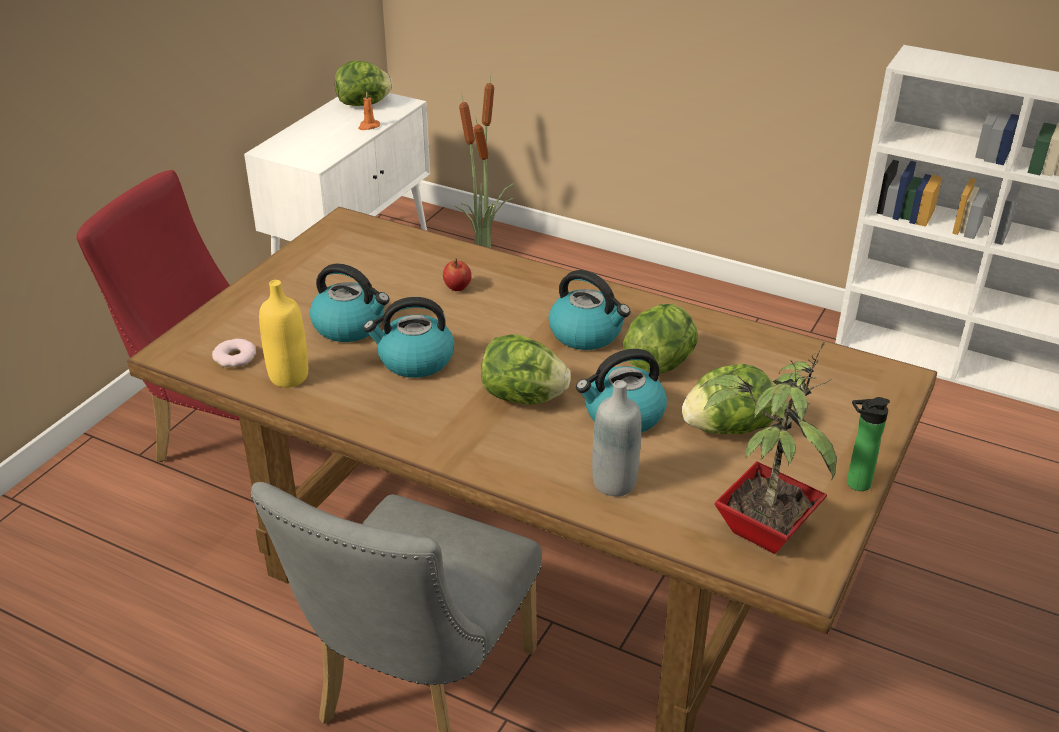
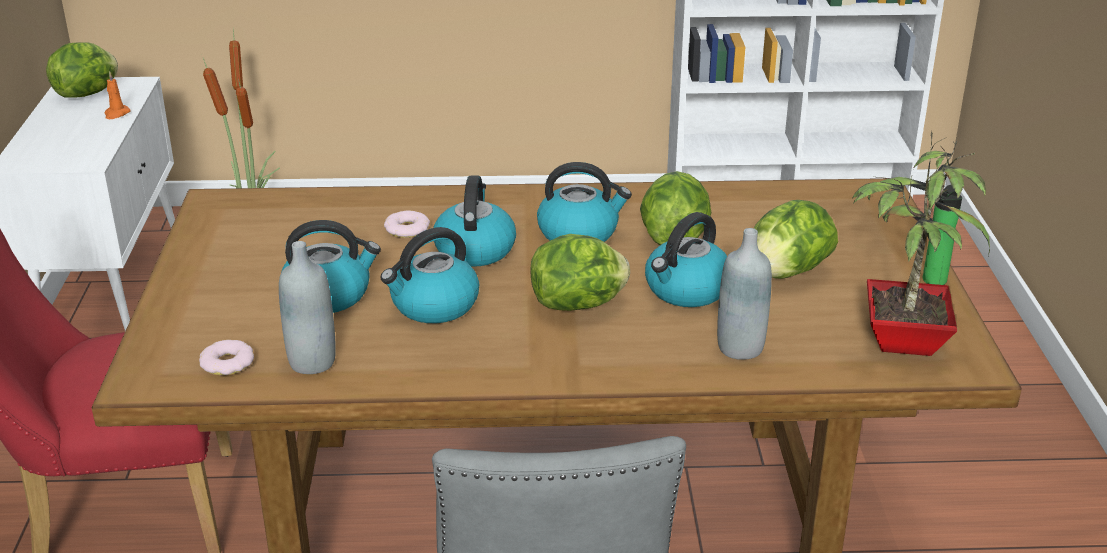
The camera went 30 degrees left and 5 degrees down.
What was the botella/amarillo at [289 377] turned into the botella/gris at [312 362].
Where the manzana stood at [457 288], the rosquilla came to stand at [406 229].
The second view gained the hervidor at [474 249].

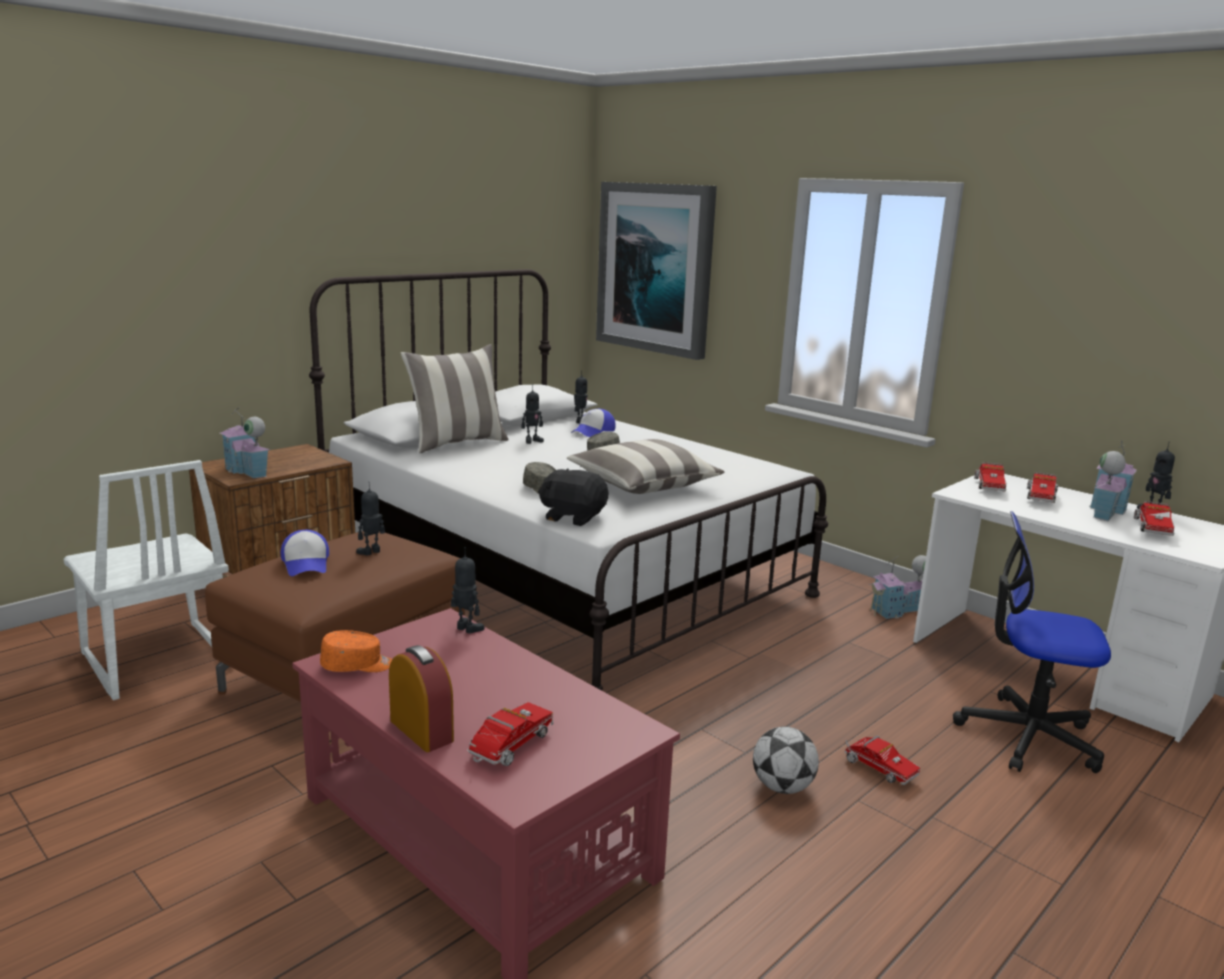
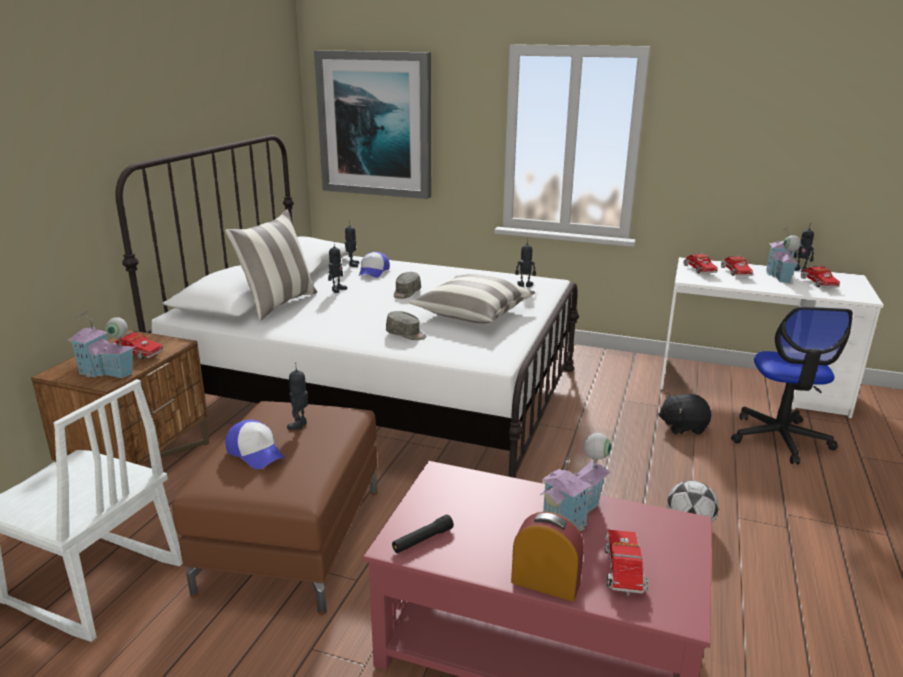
The camera went 25 degrees left and 5 degrees up.
Where the gorra/naranja stood at [357 666], the linterna/negro came to stand at [422 540].
The robot de juguete ended up elsewhere, having gone from [466 629] to [524 286].
The peluche/negro ended up elsewhere, having gone from [573 517] to [682 427].
The camión de juguete ended up elsewhere, having gone from [876 768] to [135 354].
The casita ended up elsewhere, having gone from [896 611] to [574 515].
The silla de oficina at [1027 736] ended up facing another way, 75 degrees counterclockwise from before.

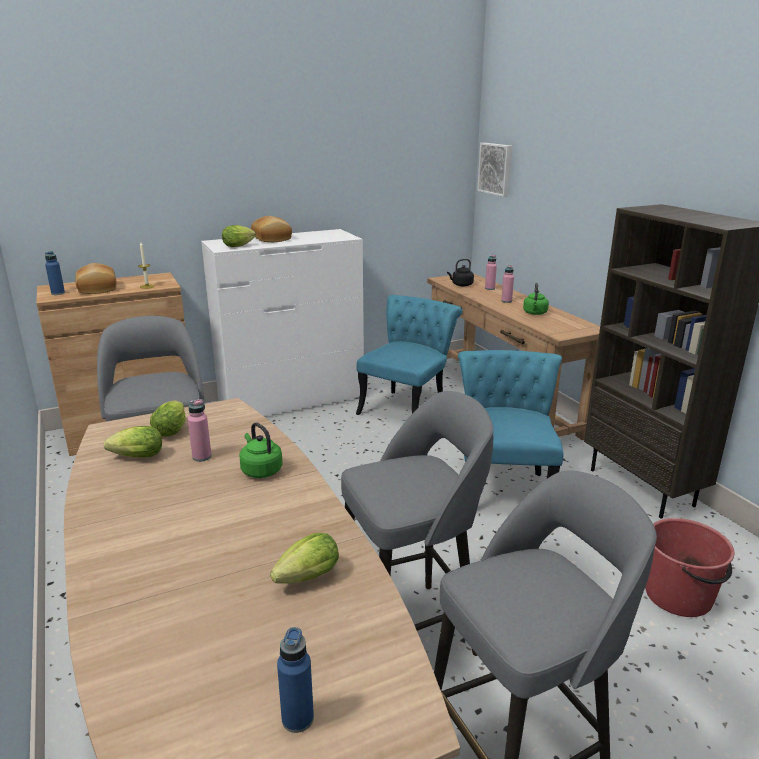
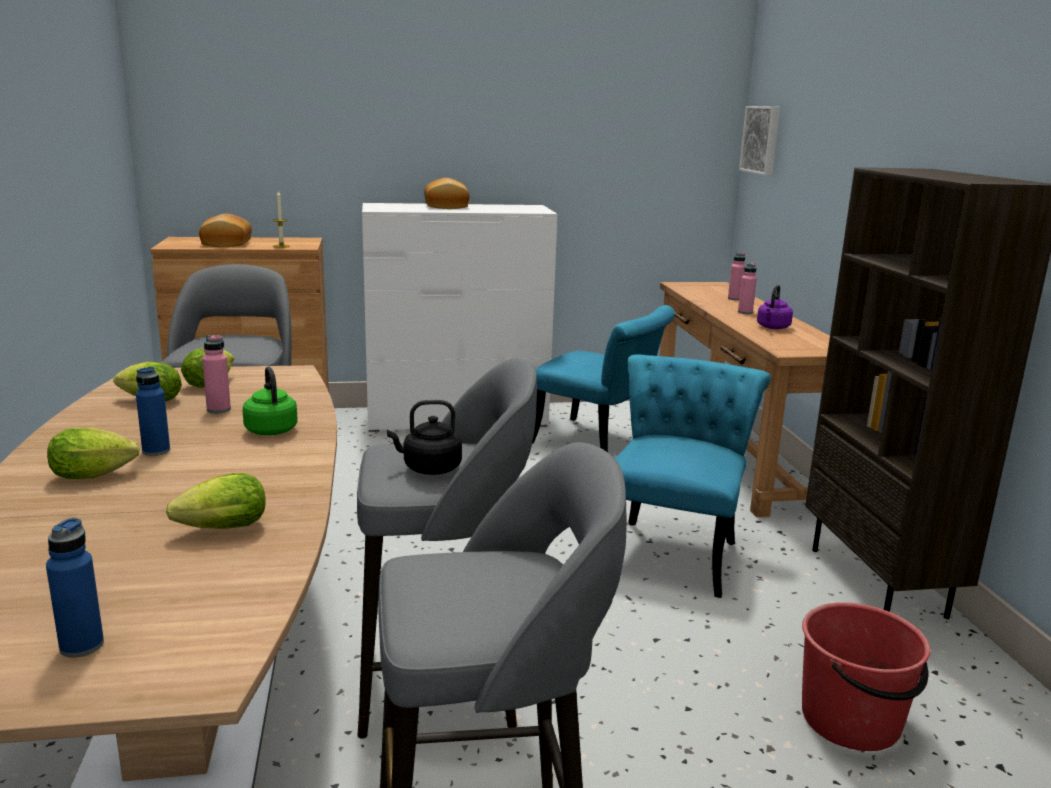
The camera went 15 degrees right and 5 degrees down.
The botella/azul ended up elsewhere, having gone from [58 293] to [156 451].
The lechuga ended up elsewhere, having gone from [240 246] to [97 475].
The silla/turquesa at [407 406] ended up facing another way, 75 degrees clockwise from before.
The hervidor/negro ended up elsewhere, having gone from [461 285] to [429 468].
What was the hervidor/verde at [535 313] turned into the hervidor/morado at [772 327].

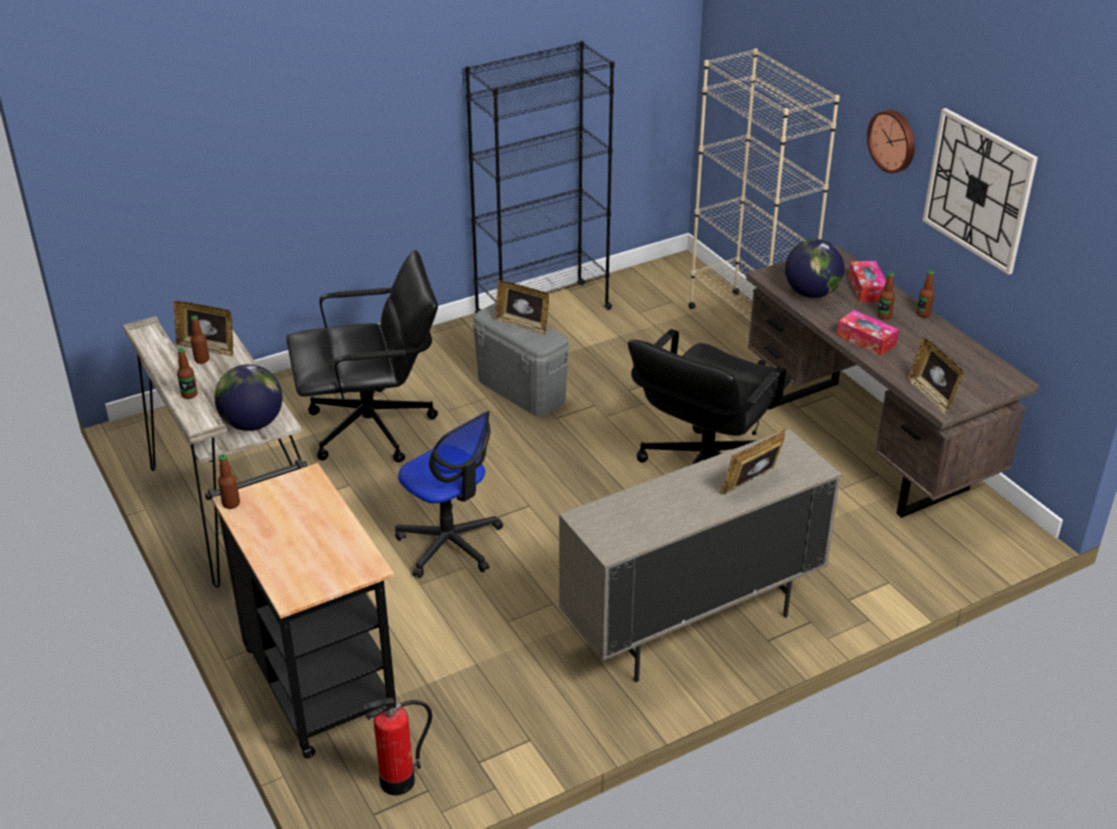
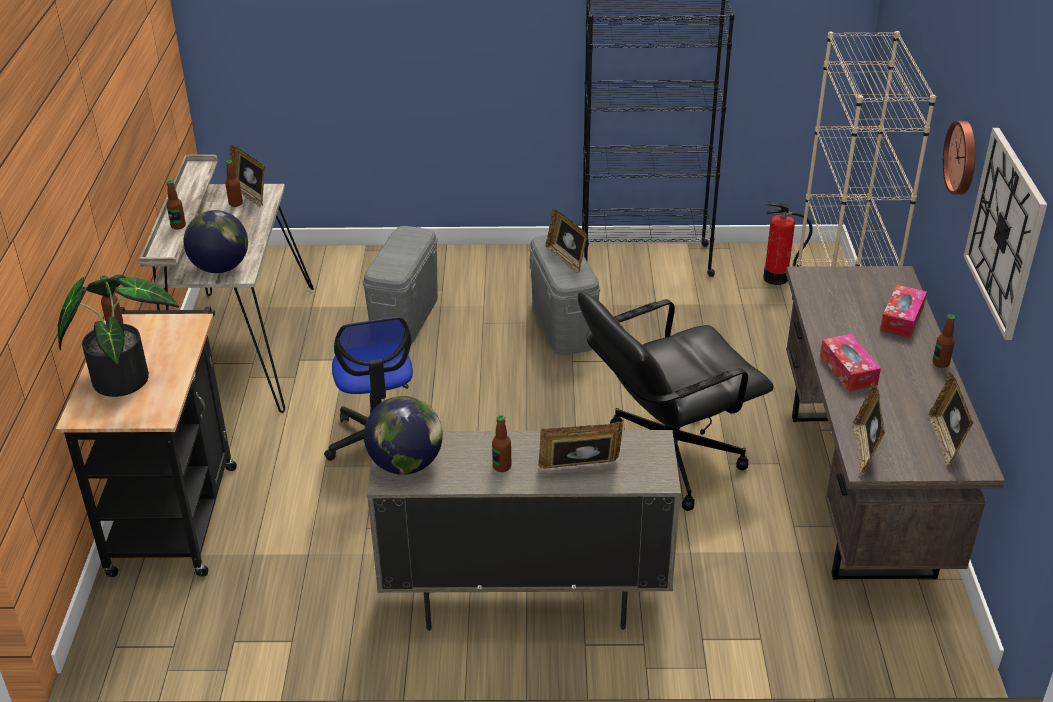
The camera went 30 degrees right and 0 degrees up.
Where the silla de oficina/negro stood at [372 429], the caja de almacenaje/gris came to stand at [405 318].
The extintor ended up elsewhere, having gone from [398 781] to [776 278].
The globo terráqueo ended up elsewhere, having gone from [811 293] to [406 464].
The botella ended up elsewhere, having gone from [884 316] to [502 466].
The second view gained the planta en maceta at [125 376].
The second view gained the portarretratos at [945 441].

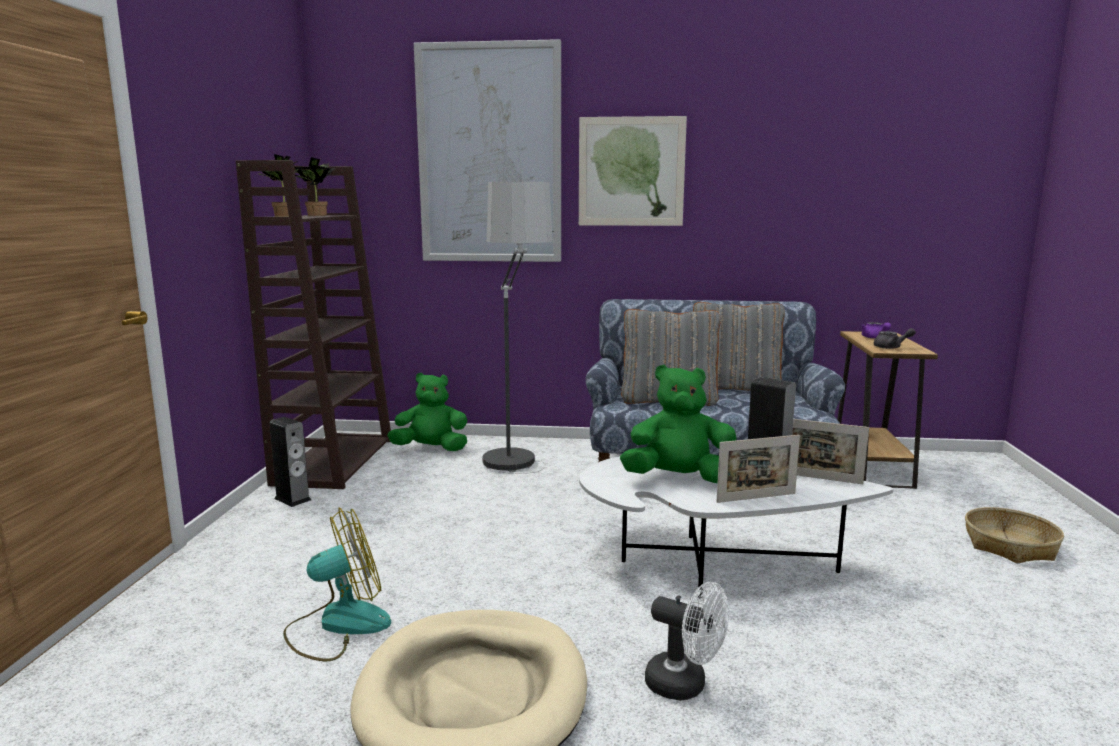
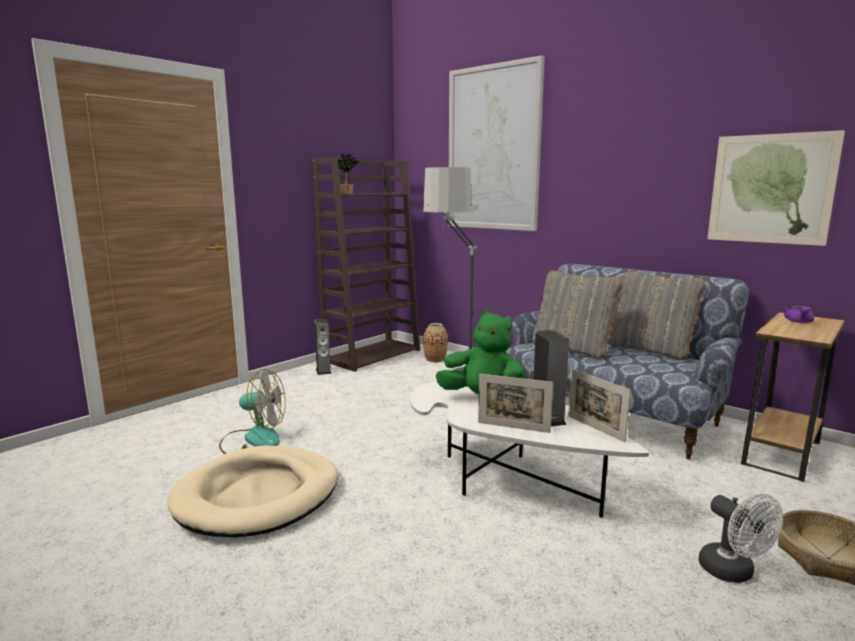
The camera went 35 degrees right and 0 degrees up.
The second view lost the planta en maceta at [317 215].
Where the peluche/verde stood at [431 449], the florero came to stand at [435 359].
The cuadro ended up elsewhere, having gone from [631 172] to [770 189].
The ventilador/blanco ended up elsewhere, having gone from [685 685] to [733 573].
The second view lost the tetera/gris at [891 347].

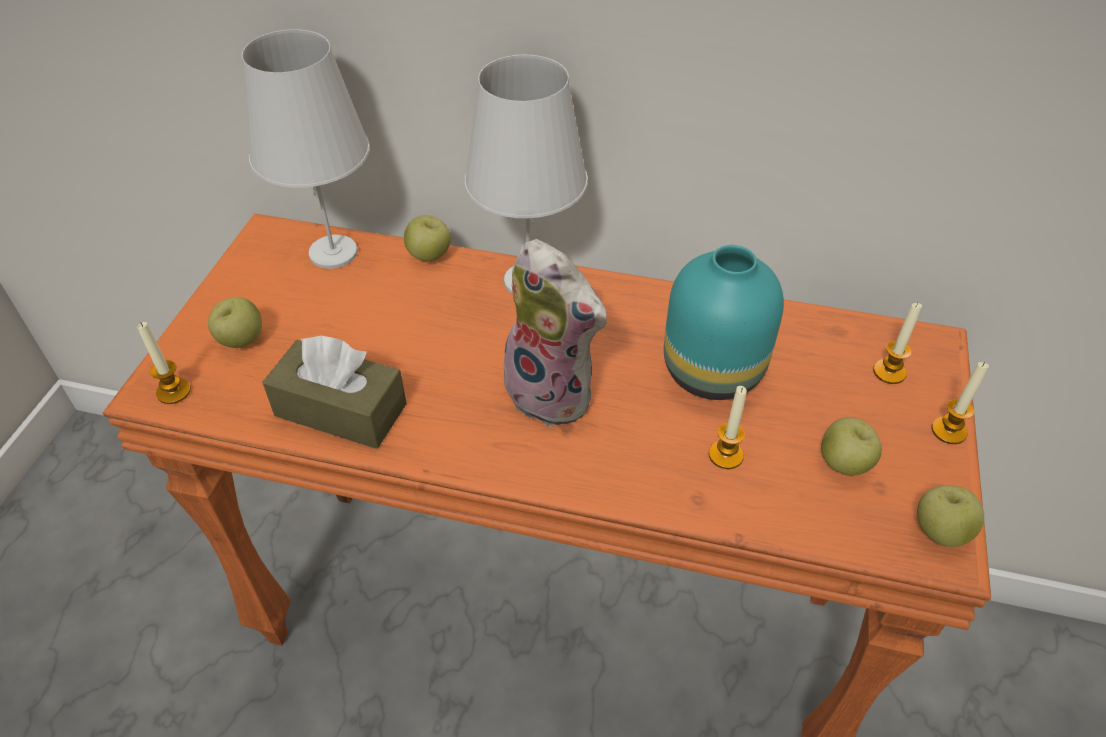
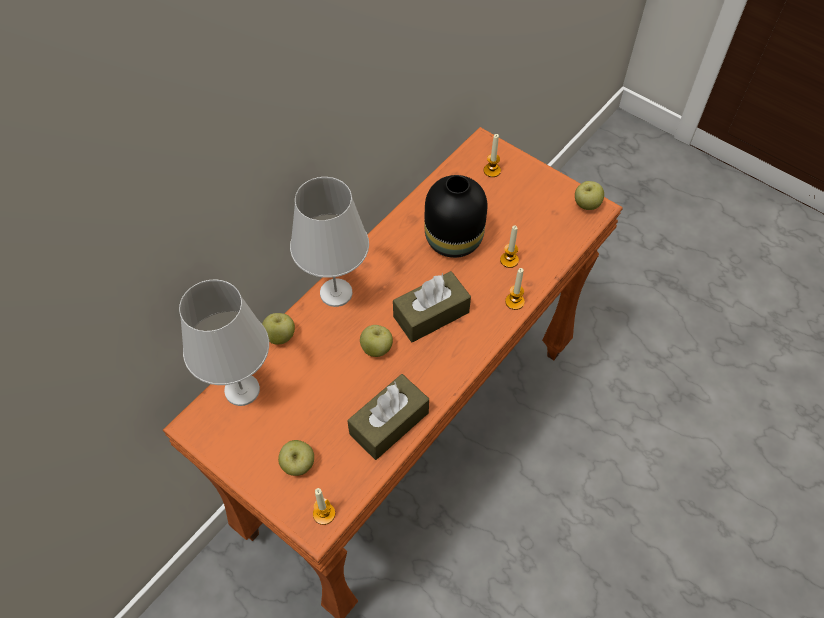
The camera went 65 degrees left and 10 degrees up.
Where the peluche stood at [554 392], the caja de pañuelos/marrón came to stand at [431 314].
What was the florero/turquesa at [709 371] turned into the florero/negro at [452 241].
The manzana ended up elsewhere, having gone from [844 464] to [376 348].
The vela ended up elsewhere, having gone from [948 431] to [514 302].

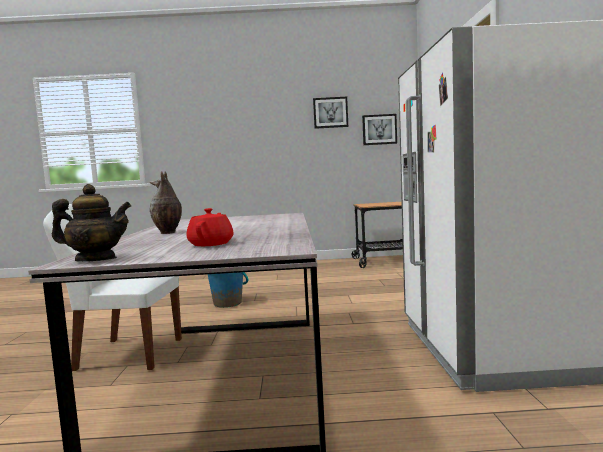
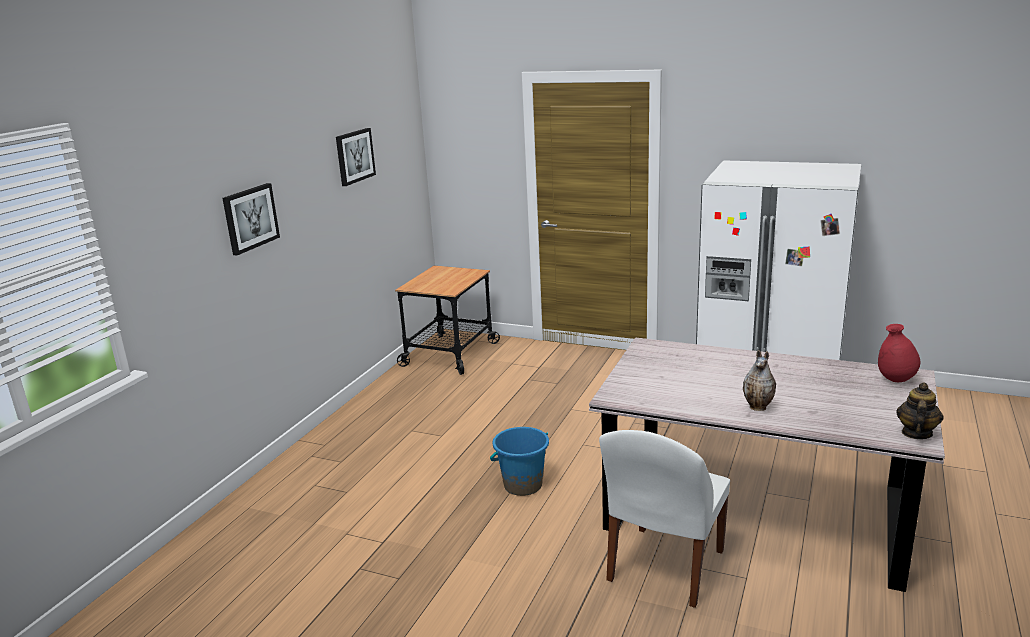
The camera went 65 degrees left and 15 degrees up.
The second view lost the tetera/rojo at [211 244].
The cuadro ended up elsewhere, having gone from [379 129] to [250 218].
The second view gained the florero/rojo at [896 380].

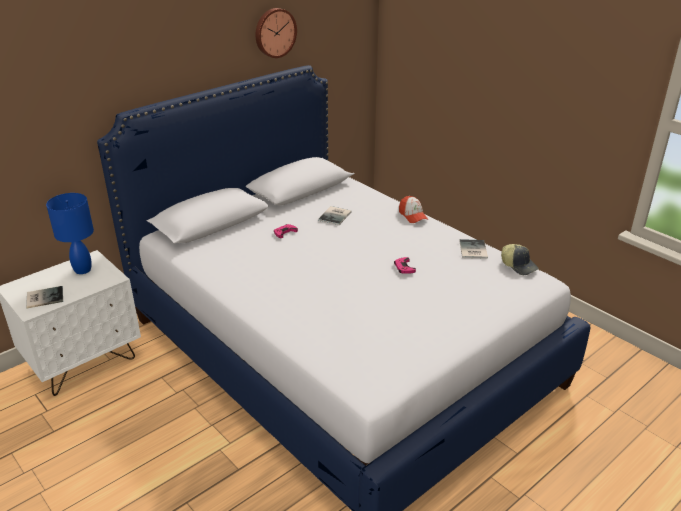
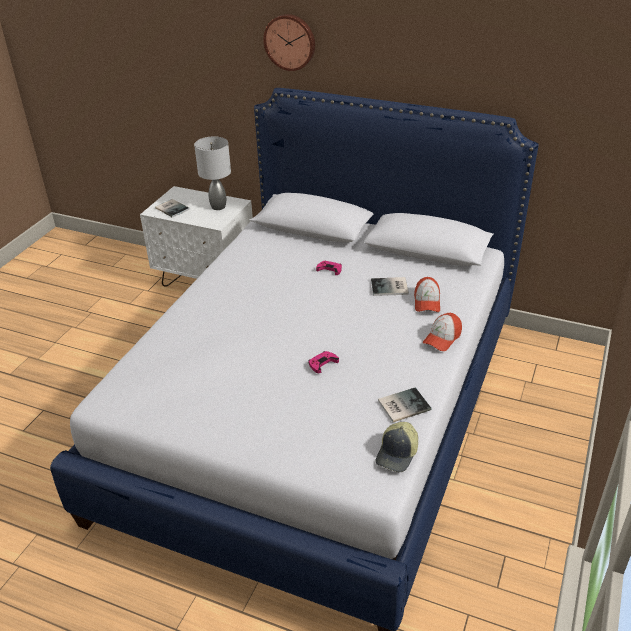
The camera went 65 degrees right and 5 degrees up.
What was the lámpara de mesa/azul at [82 270] turned into the lámpara de mesa/gris at [218 207].
The reloj de pared ended up elsewhere, having gone from [274 32] to [290 42].
The second view gained the gorra at [427 302].

